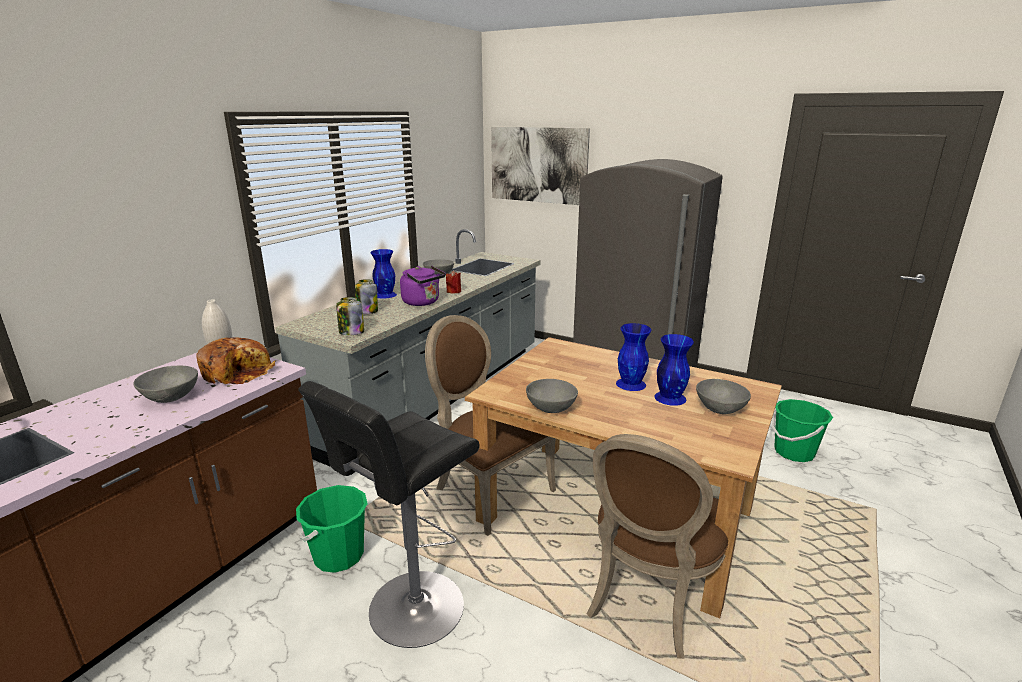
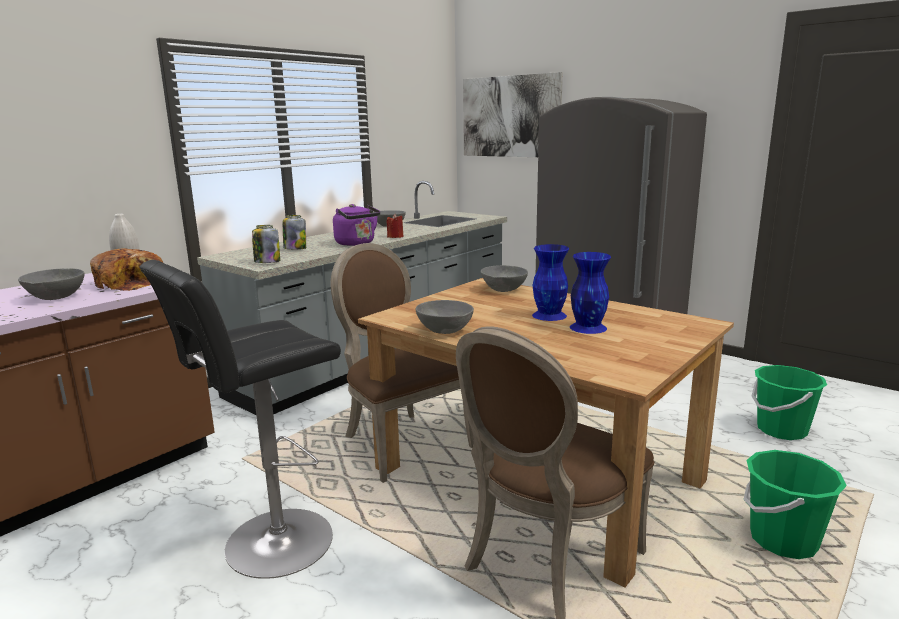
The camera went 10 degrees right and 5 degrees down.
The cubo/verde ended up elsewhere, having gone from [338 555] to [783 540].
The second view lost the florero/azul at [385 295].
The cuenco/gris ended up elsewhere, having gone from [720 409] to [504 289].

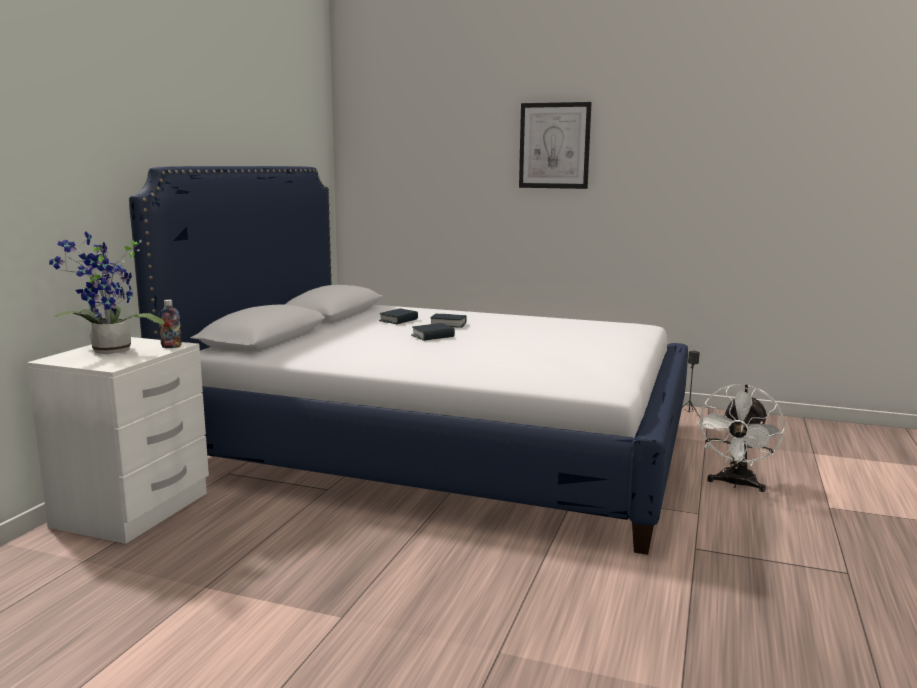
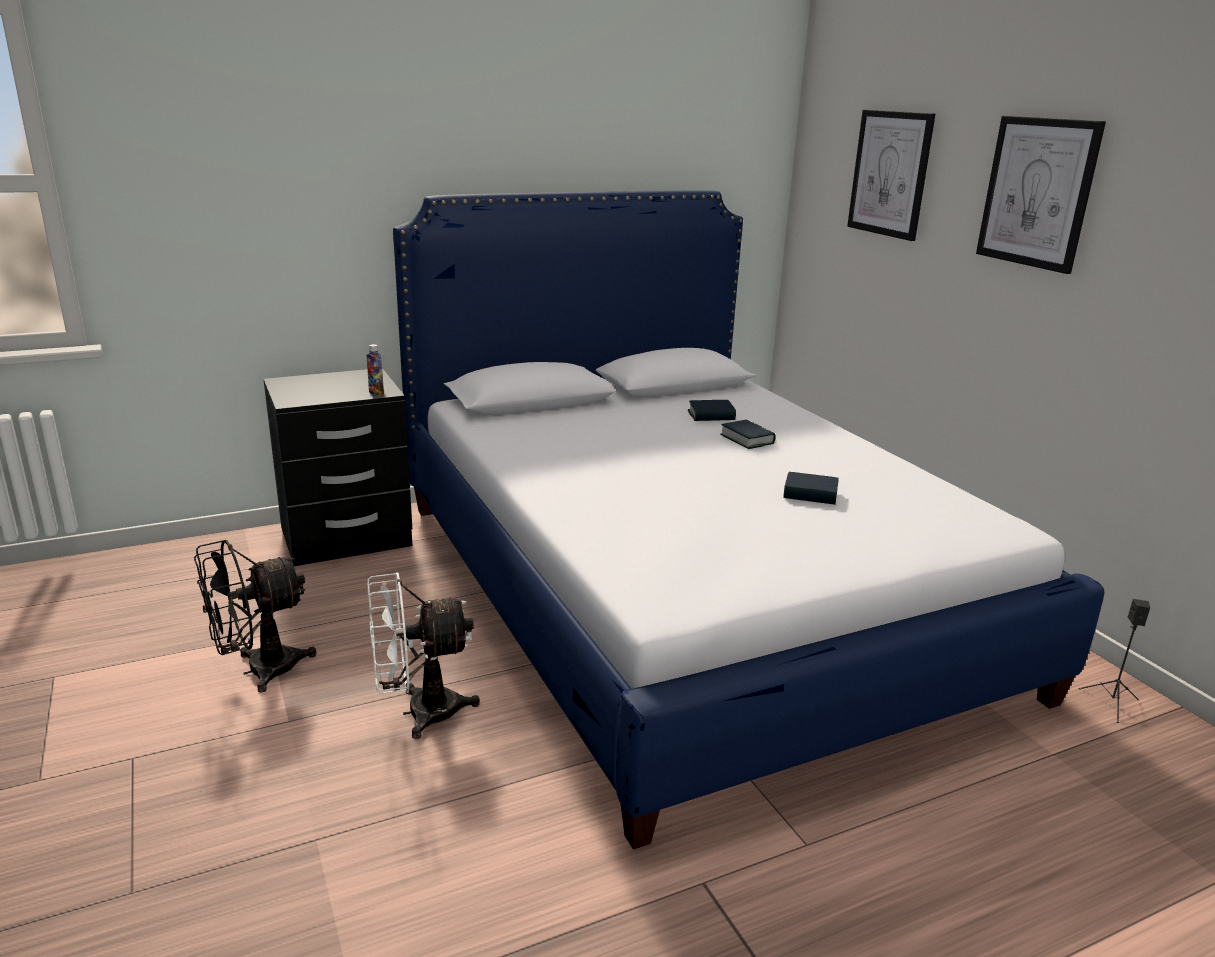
The camera went 45 degrees right and 10 degrees up.
What was the mesita de noche/blanco at [134 510] turned into the mesita de noche/negro at [346 538].
The second view lost the planta en maceta at [109 352].
The libro ended up elsewhere, having gone from [433 336] to [810 494].
The ventilador/blanco ended up elsewhere, having gone from [736 484] to [419 712].
The second view gained the ventilador/negro at [259 670].
The second view gained the cuadro at [890 174].

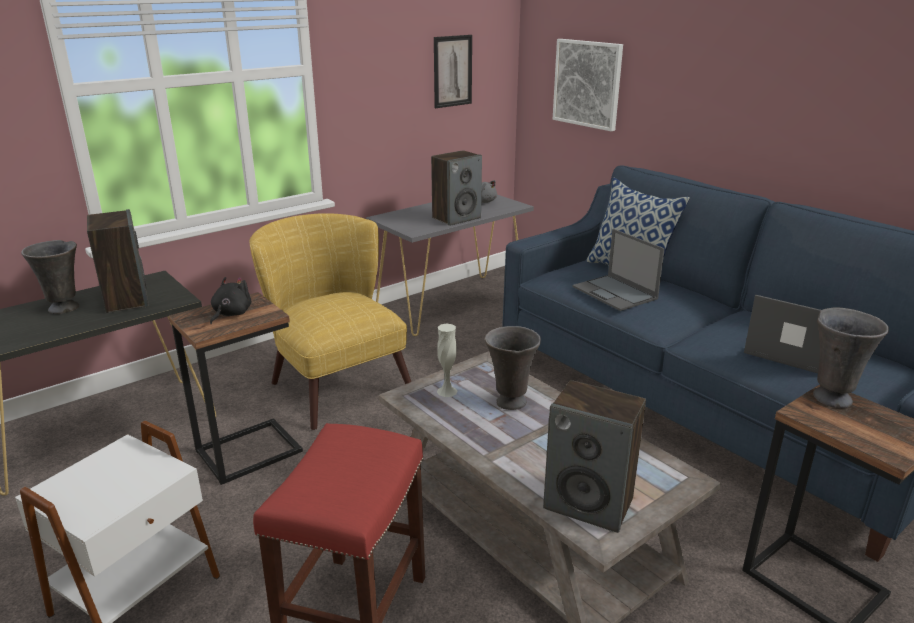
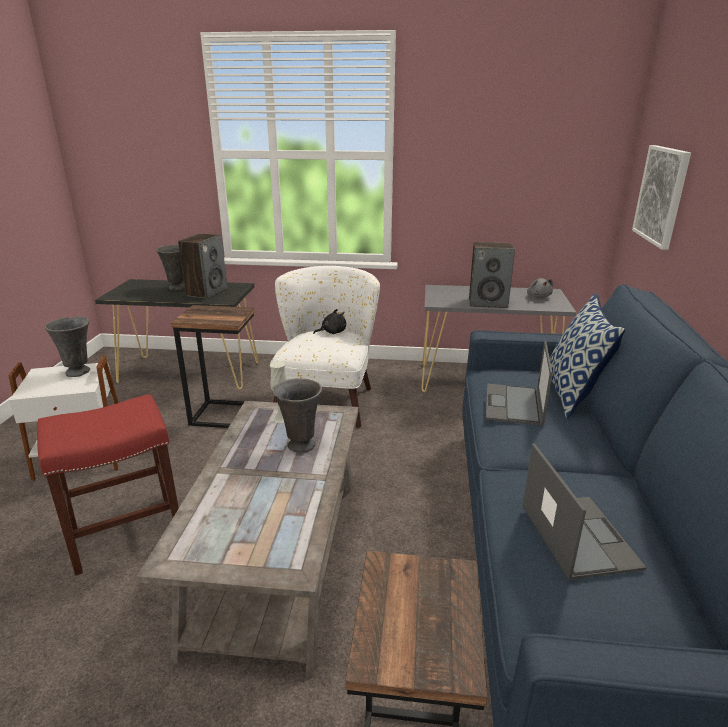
The camera went 45 degrees right and 0 degrees up.
The peluche/negro ended up elsewhere, having gone from [230 314] to [332 332].
What was the sillón/amarillo at [334 382] turned into the sillón/blanco at [327 398].
The second view lost the cuadro at [452 71].
The second view lost the altavoz at [589 504].
The florero/gris ended up elsewhere, having gone from [832 398] to [79 372].

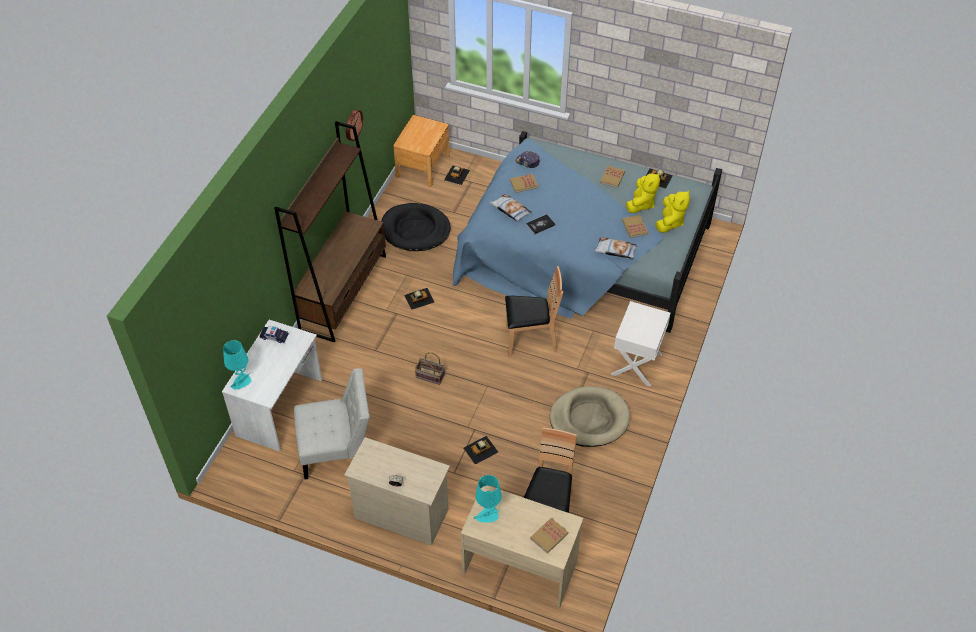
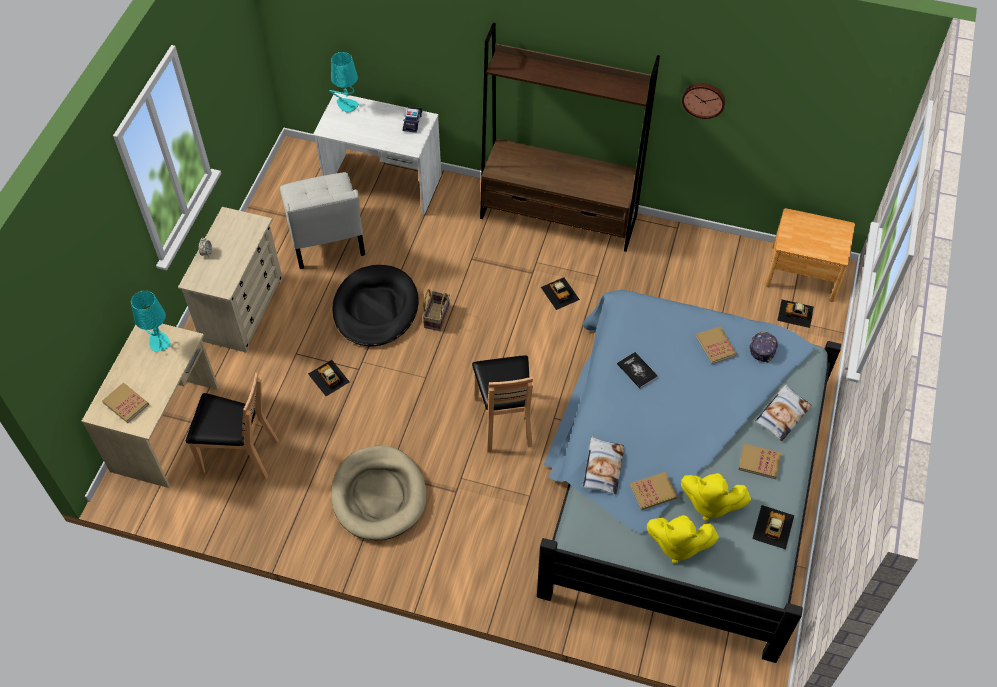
The camera went 85 degrees right and 5 degrees up.
The cama para perro/negro ended up elsewhere, having gone from [415 230] to [375 308].
The cojín ended up elsewhere, having gone from [510 210] to [782 415].
The second view lost the mesita de noche/blanco at [637 364].

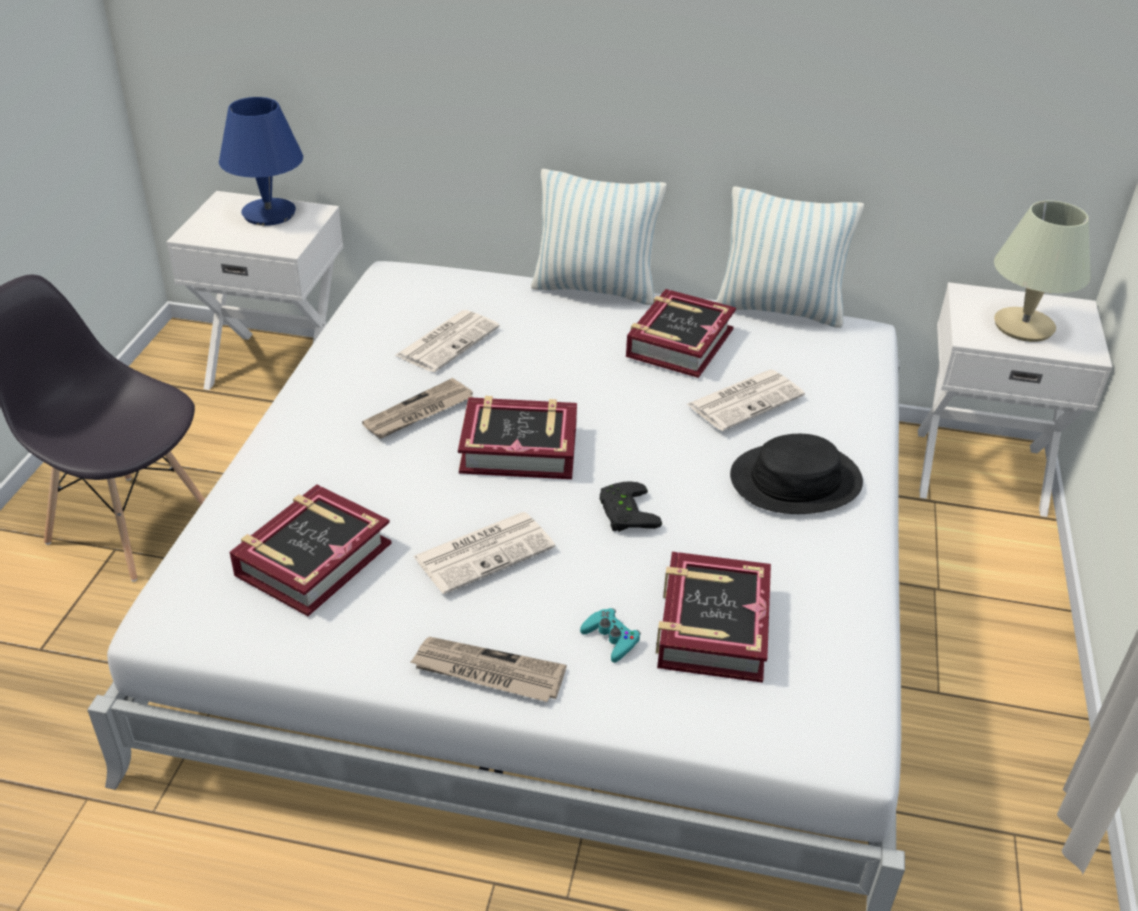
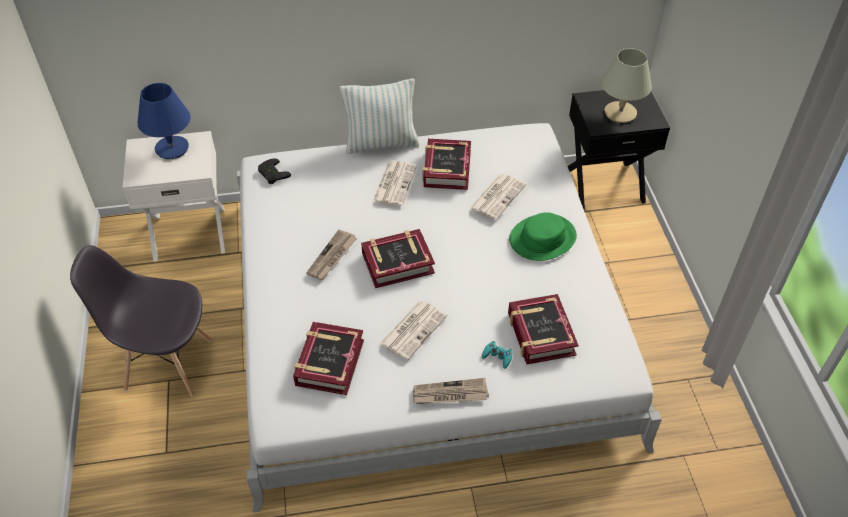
The camera went 20 degrees left and 10 degrees up.
The periódico ended up elsewhere, having gone from [448 341] to [394 183].
The mando de consola/negro ended up elsewhere, having gone from [623 512] to [271 174].
The second view lost the cojín at [779 309].
What was the sombrero/negro at [795 480] turned into the sombrero/verde at [542 238].
What was the mesita de noche/blanco at [979 469] turned into the mesita de noche/negro at [604 184].

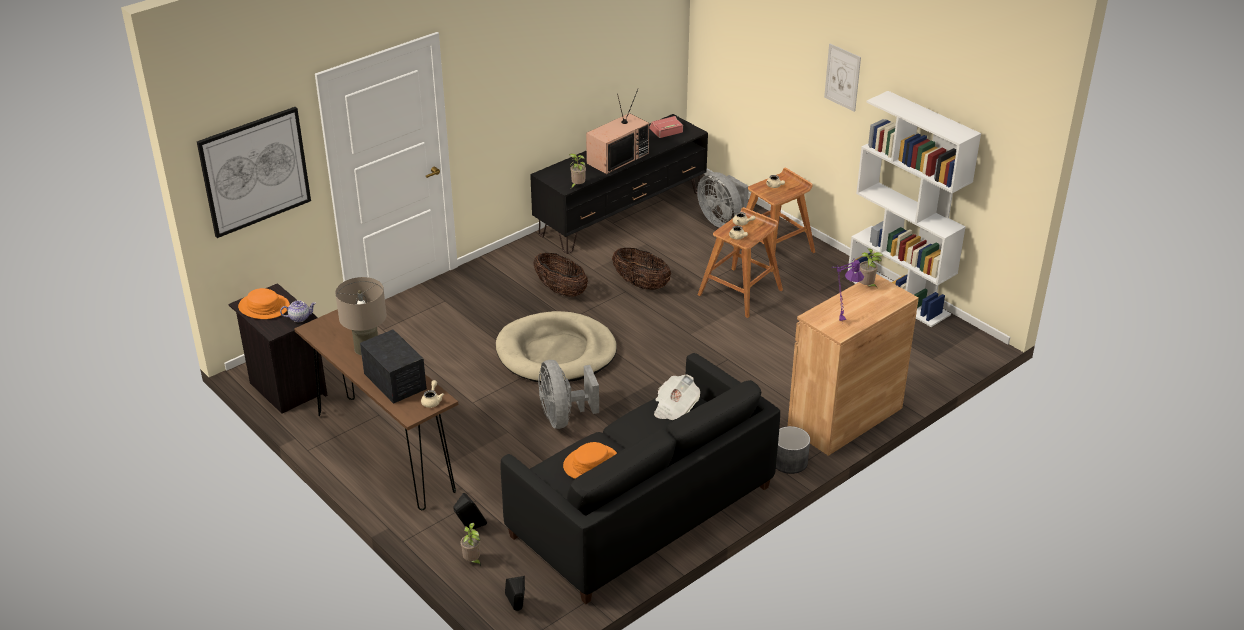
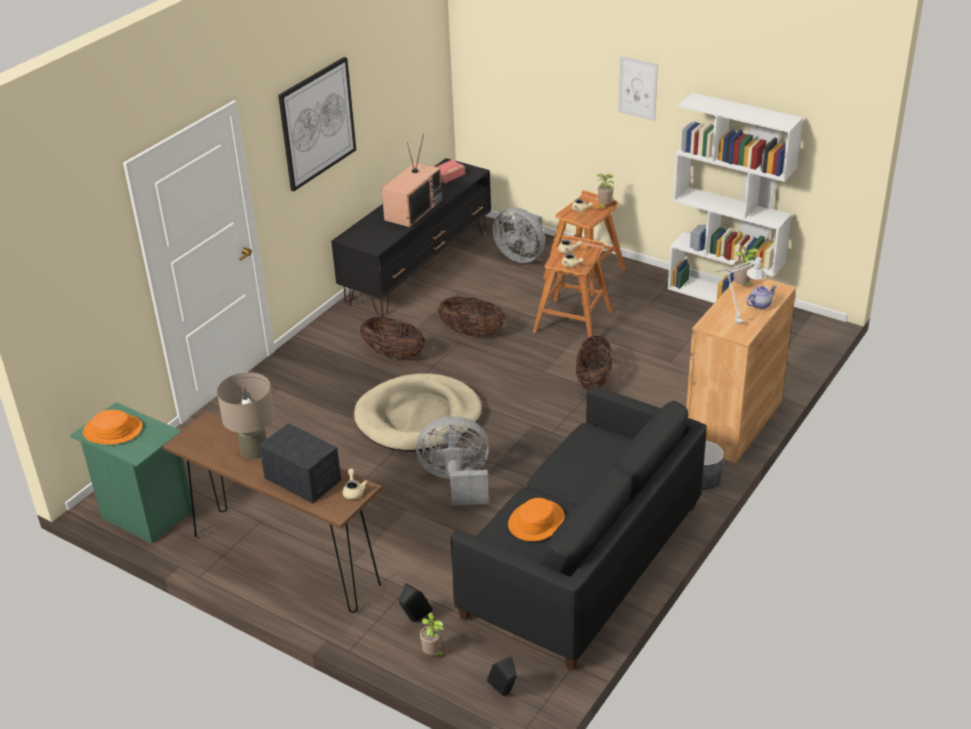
The camera went 15 degrees left and 0 degrees up.
The cuadro ended up elsewhere, having gone from [255 171] to [317 123].
What was the mesita de noche/negro at [286 388] turned into the mesita de noche/verde at [145 515].
The tetera ended up elsewhere, having gone from [299 317] to [760 304].
The ventilador/gris at [563 417] ended up facing another way, 120 degrees clockwise from before.
The planta en maceta ended up elsewhere, having gone from [577 186] to [604 206].
The second view lost the periódico at [675 408].
What was the lámpara de mesa/morado at [839 318] turned into the lámpara de mesa/gris at [733 321].
The second view gained the cesta at [593 381].

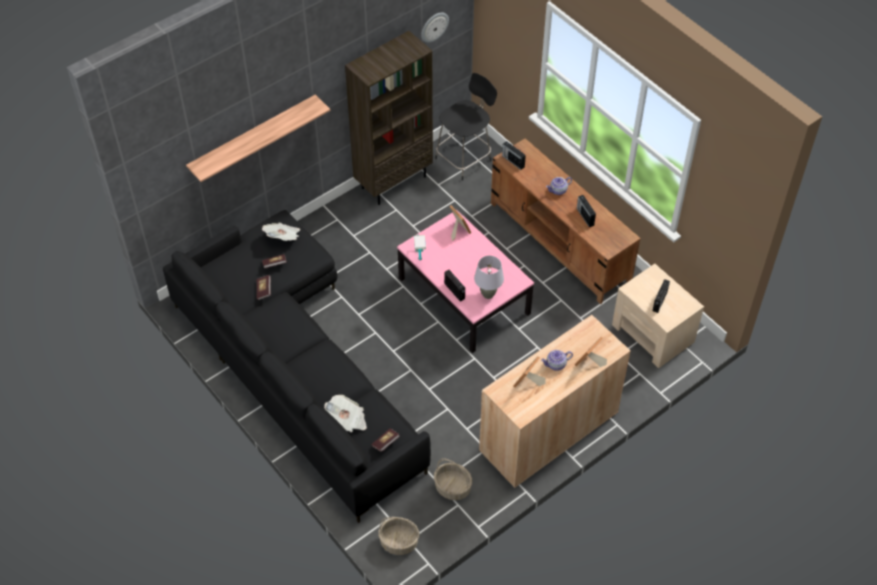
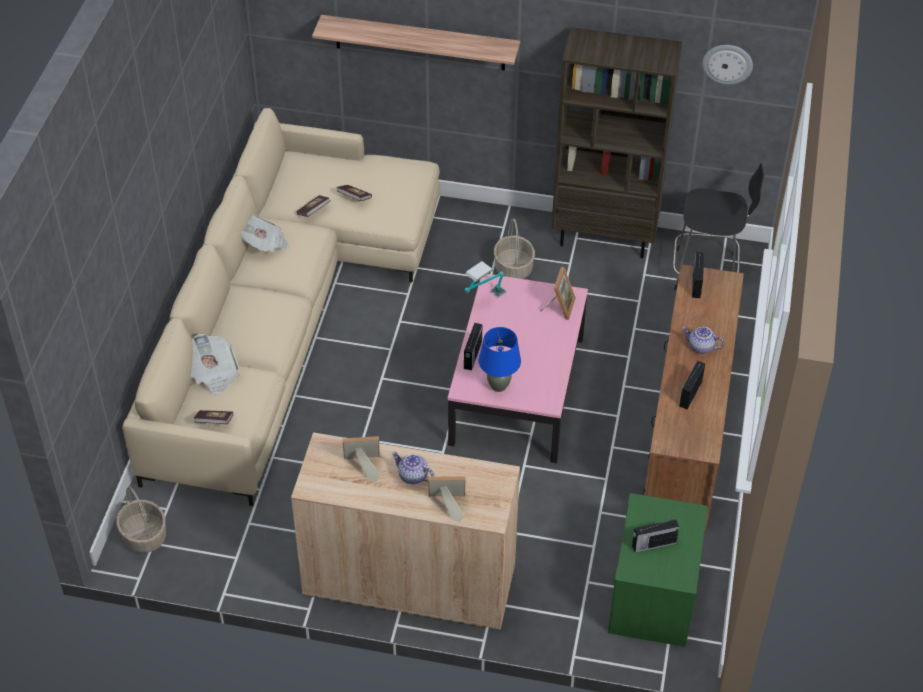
The camera went 50 degrees right and 5 degrees down.
What was the sofá/negro at [296 367] turned into the sofá/beis at [284 316].
The periódico ended up elsewhere, having gone from [283 237] to [264 244].
The cesta ended up elsewhere, having gone from [452 487] to [513 268].
What was the lámpara de mesa/gris at [488 294] turned into the lámpara de mesa/azul at [499 386].
What was the mesita de noche/beis at [653 333] turned into the mesita de noche/verde at [653 596].

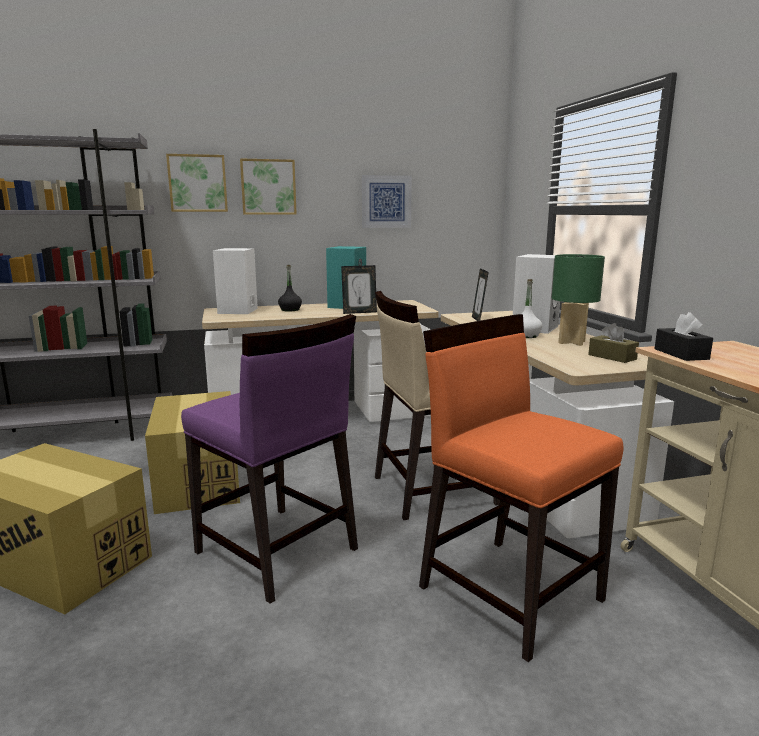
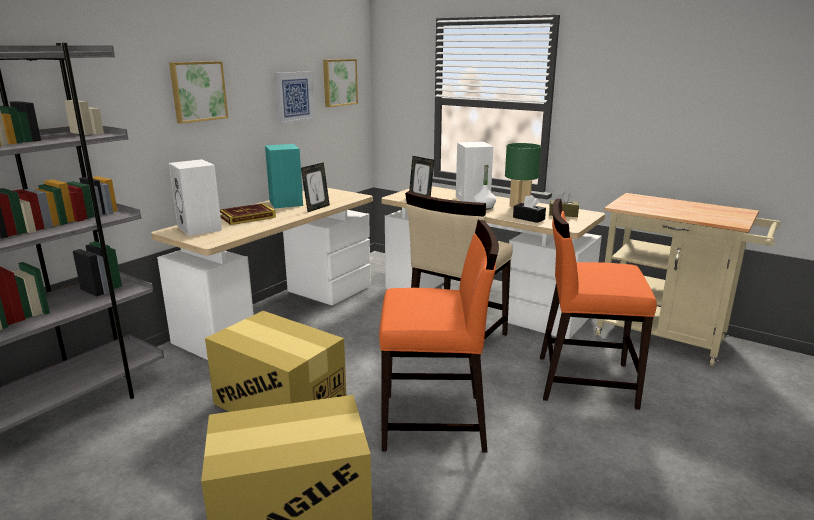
The camera went 40 degrees left and 5 degrees up.
The cuadro ended up elsewhere, having gone from [197 183] to [339 82].
What was the silla/morado at [276 551] turned into the silla/naranja at [434 422].
Where the botella/negro stood at [290 310], the libro came to stand at [247 217].
The caja de pañuelos/negro ended up elsewhere, having gone from [681 354] to [528 218].

